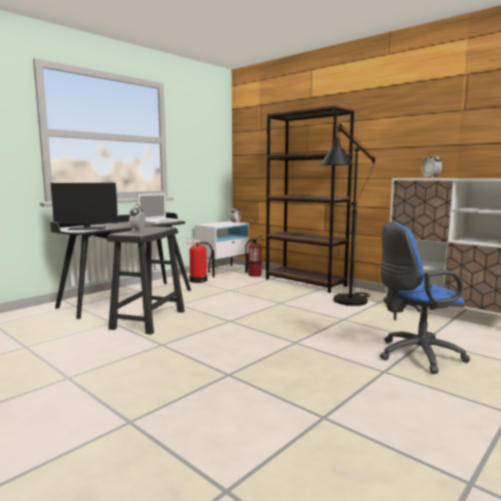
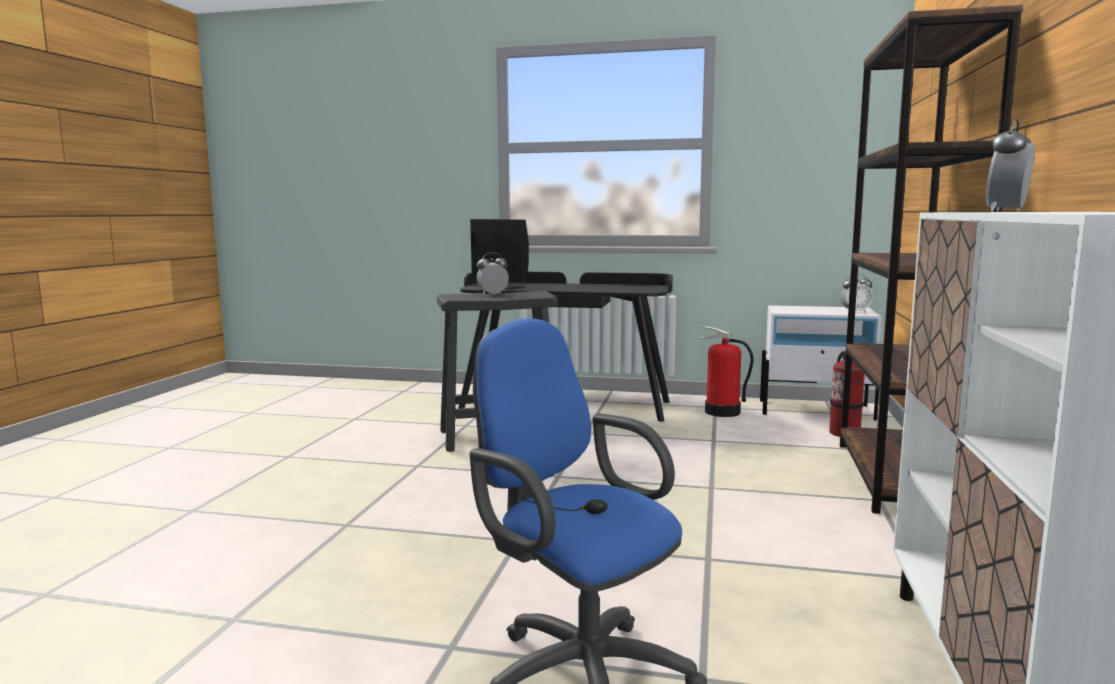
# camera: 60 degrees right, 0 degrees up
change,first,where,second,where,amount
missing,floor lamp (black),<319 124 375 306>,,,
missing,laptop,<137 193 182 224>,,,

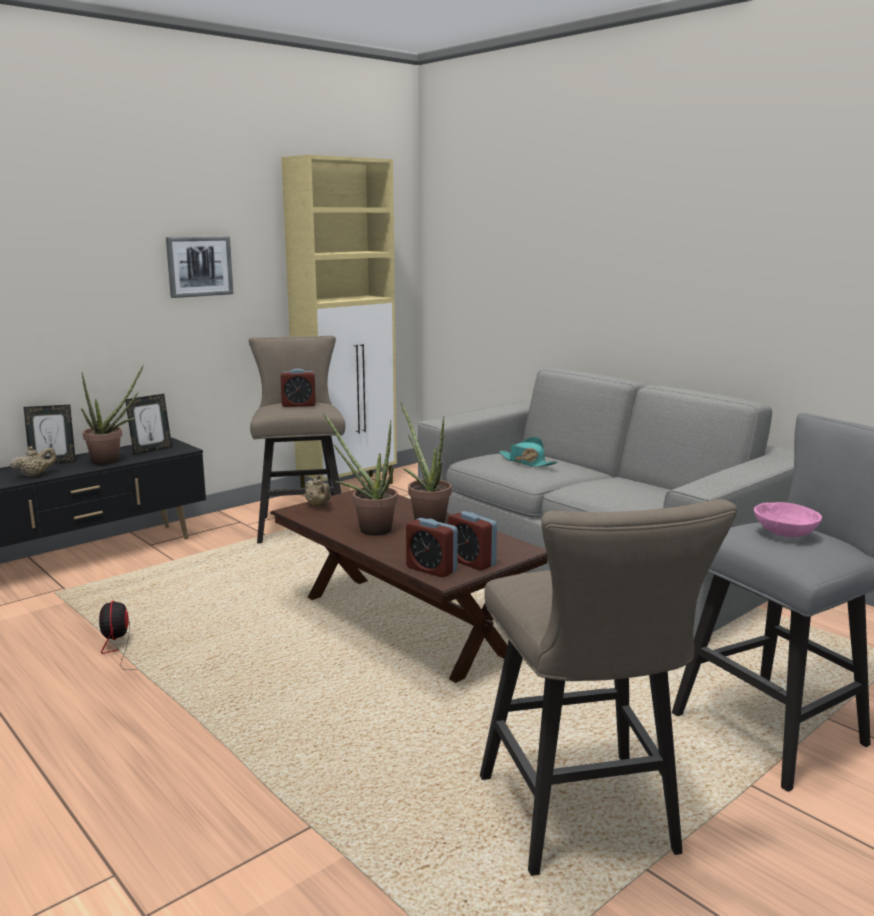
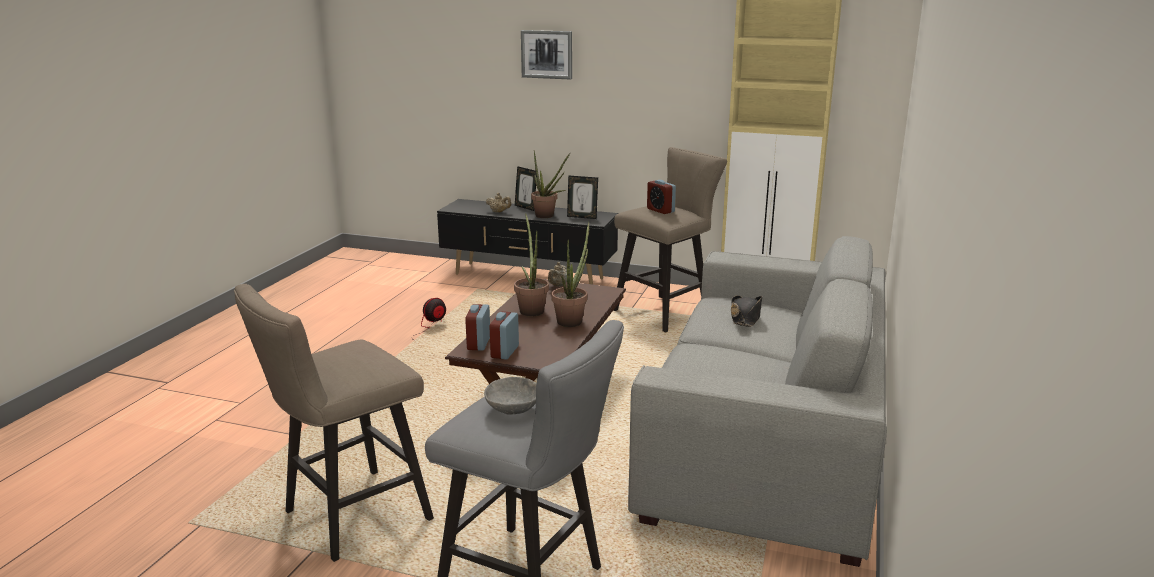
# camera: 60 degrees right, 5 degrees up
change,first,where,second,where,amount
relocated,picture,<166 236 233 298>,,<521 30 572 79>,
colour,hat (turquoise),<499 437 558 467>,hat (black),<731 295 762 327>,
colour,bowl (pink),<754 502 822 537>,bowl (grey),<484 377 537 415>,

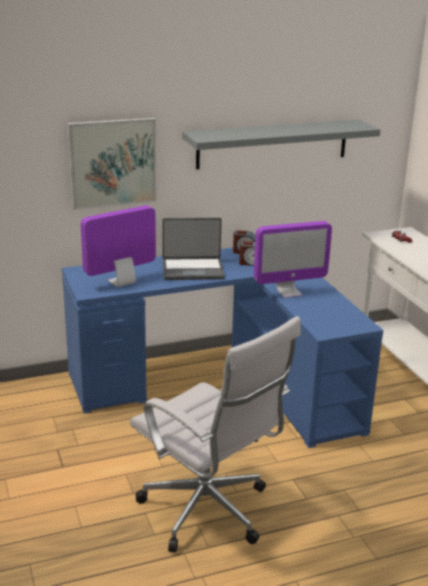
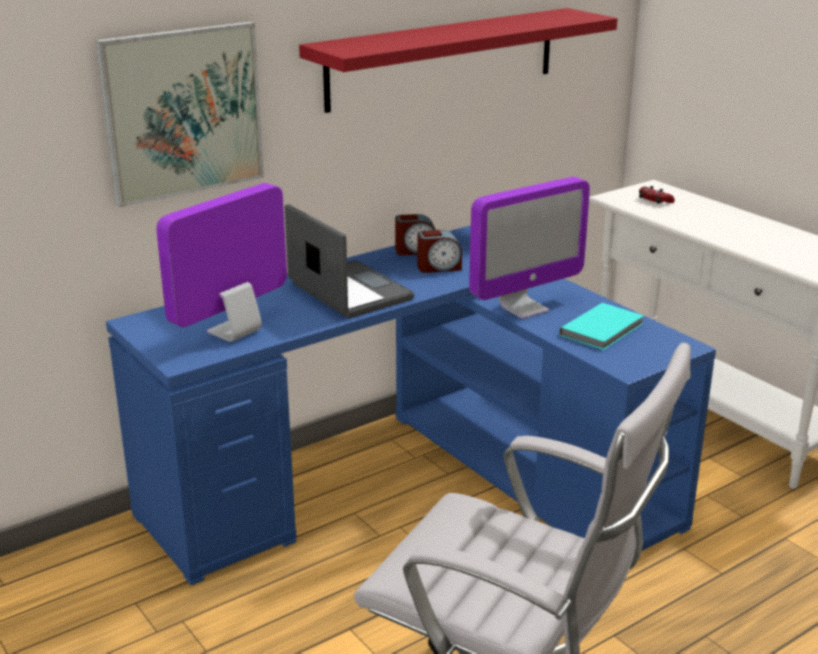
# camera: 15 degrees left, 0 degrees up
change,first,where,second,where,amount
colour,shelf (grey),<182 119 381 169>,shelf (red),<299 8 617 113>,
spun,laptop,<162 218 225 280>,,<285 204 414 318>,105 degrees counterclockwise
appeared,,,book (turquoise),<559 303 644 350>,

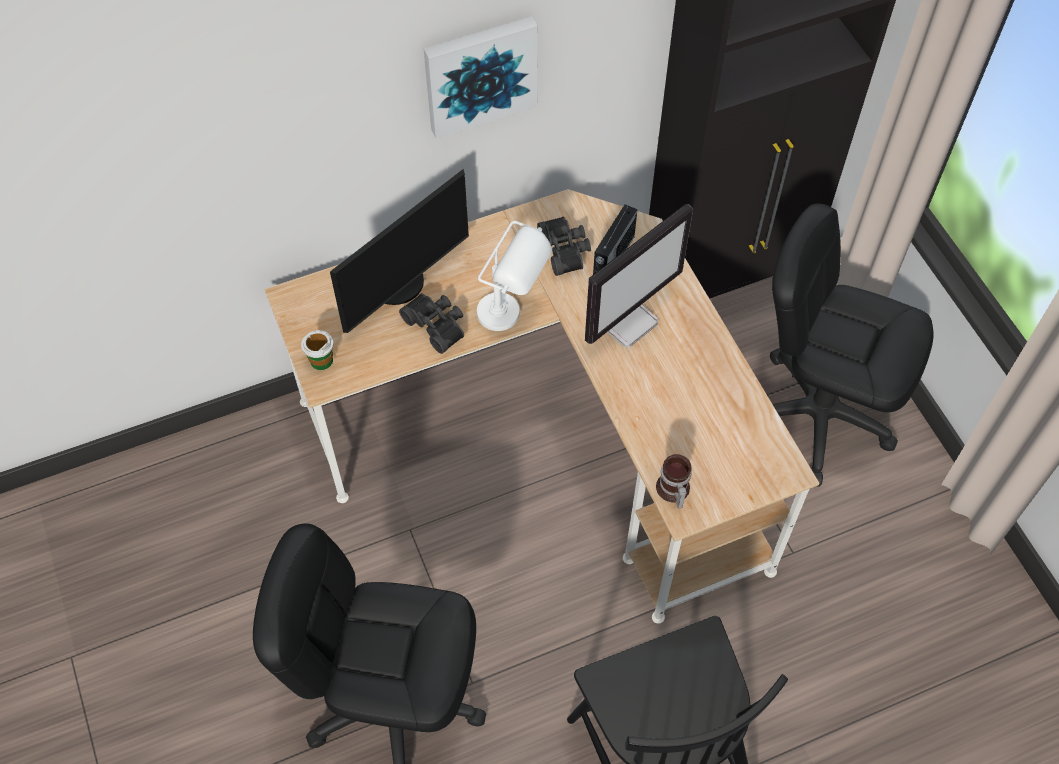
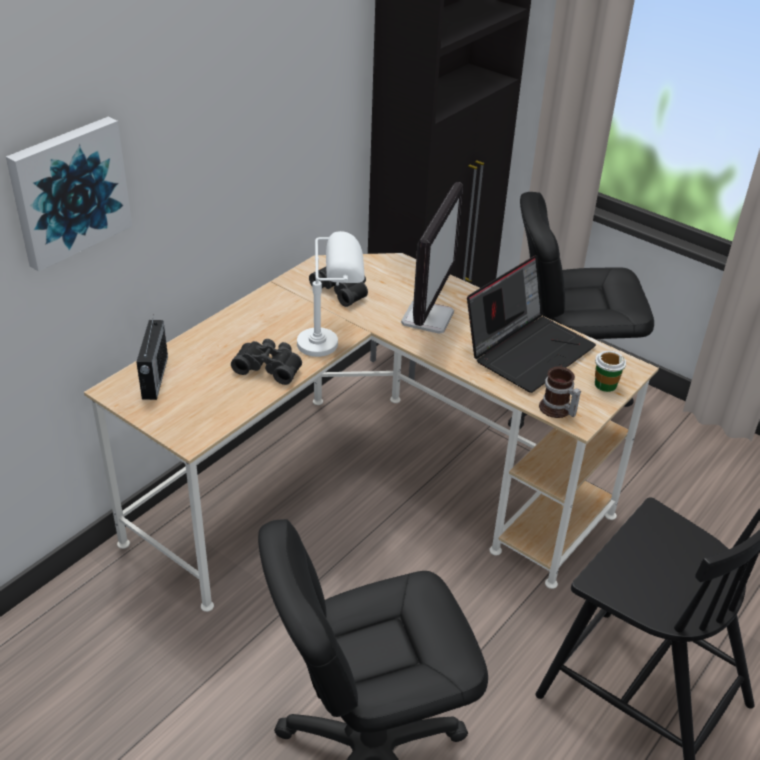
# camera: 30 degrees left, 20 degrees down
change,first,where,second,where,amount
relocated,picture,<424 16 538 138>,,<6 117 132 272>,
missing,monitor,<330 169 469 333>,,,
relocated,radio,<593 204 638 275>,,<136 314 168 400>,
relocated,cup,<301 330 333 370>,,<595 351 627 392>,
appeared,,,laptop,<467 255 596 393>,

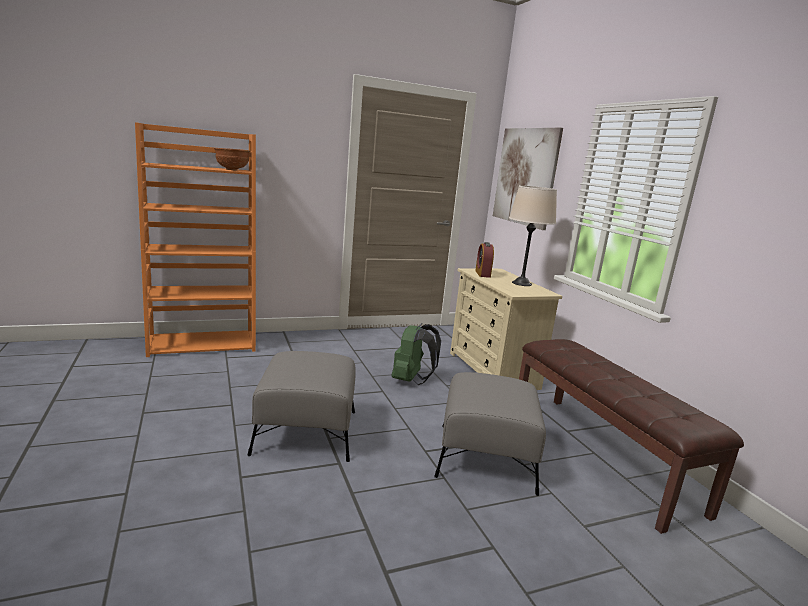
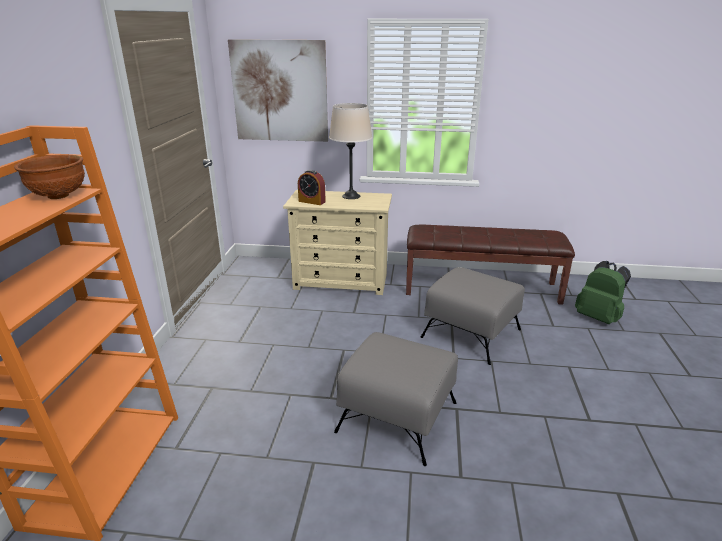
# camera: 60 degrees left, 10 degrees up
change,first,where,second,where,amount
relocated,backpack (green),<392 324 441 385>,,<575 261 631 324>,

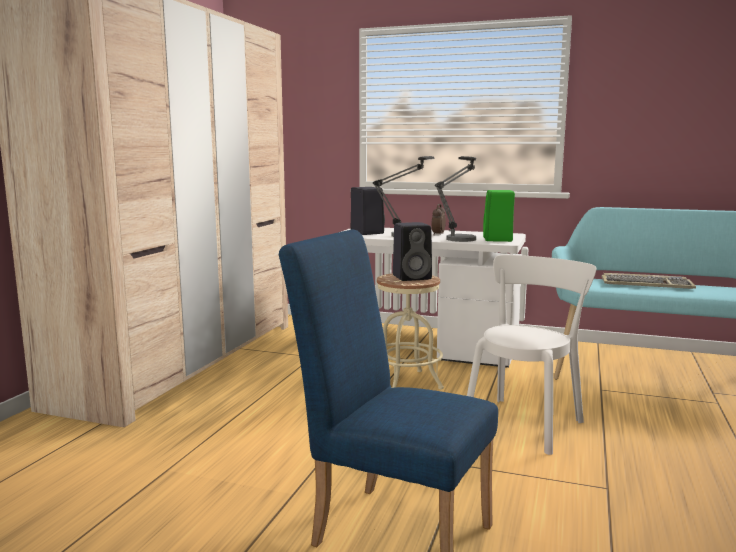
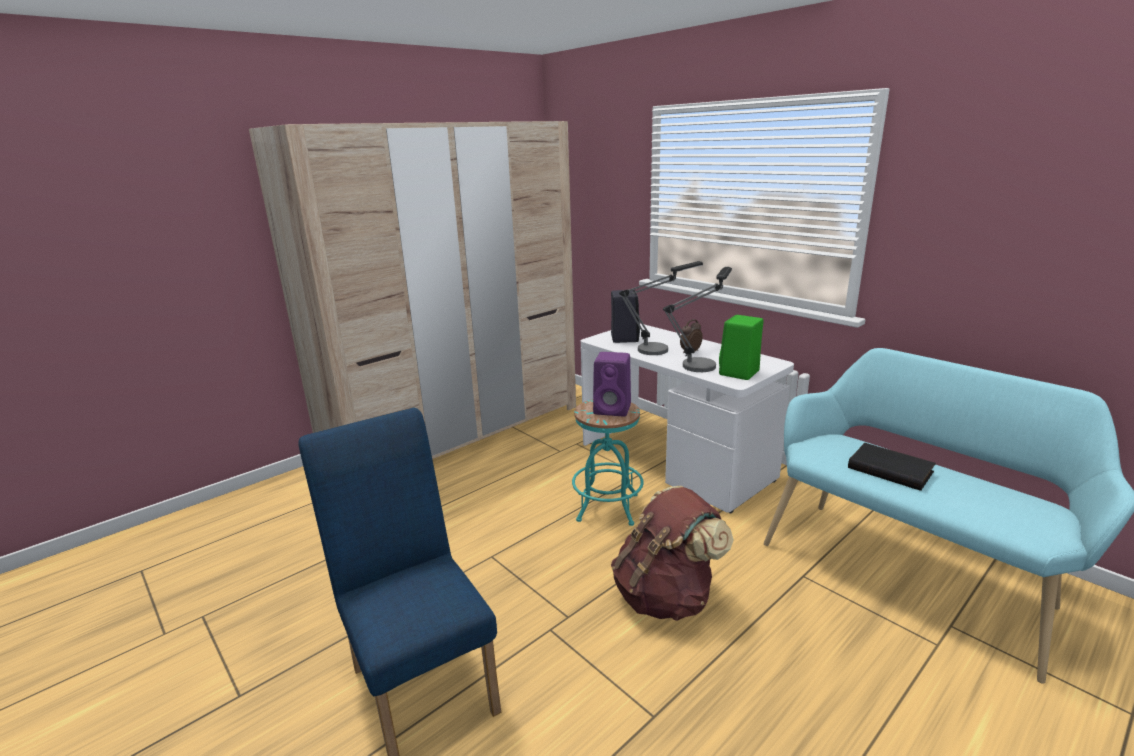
# camera: 30 degrees right, 10 degrees up
change,first,where,second,where,amount
colour,speaker (black),<393 222 432 281>,speaker (purple),<593 352 631 416>,
exchanged,chair (white),<467 255 596 455>,backpack (brown),<611 486 734 621>,
colour,stool (beige),<377 273 444 390>,stool (turquoise),<572 399 644 526>,
exchanged,keyboard,<601 273 696 289>,book (black),<848 443 936 491>,

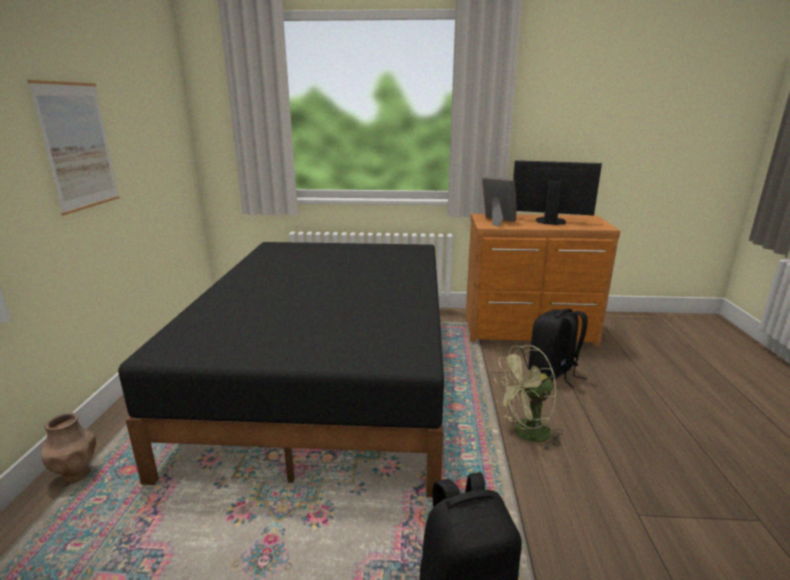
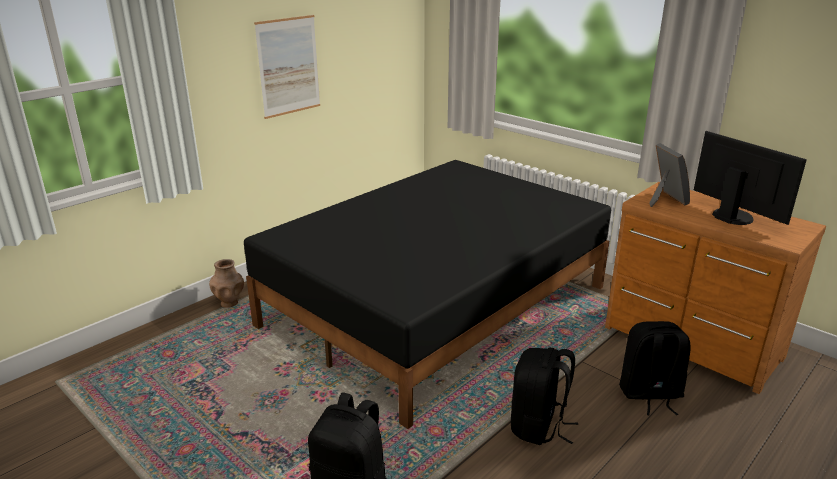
# camera: 40 degrees right, 5 degrees up
change,first,where,second,where,amount
exchanged,fan (green),<494 345 563 450>,backpack (black),<511 347 578 445>,

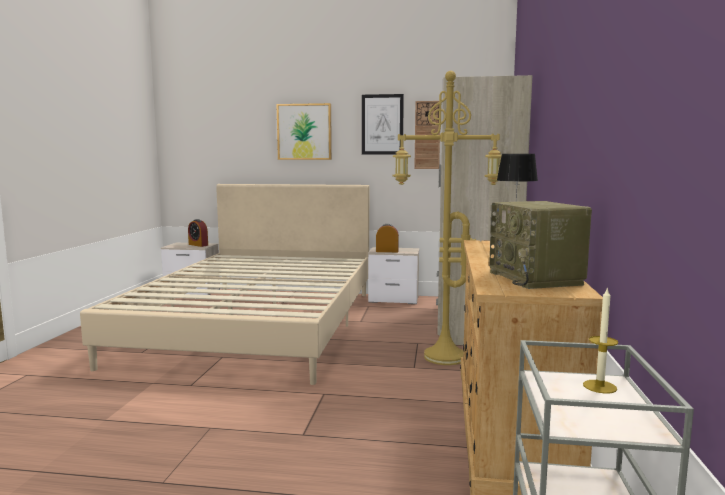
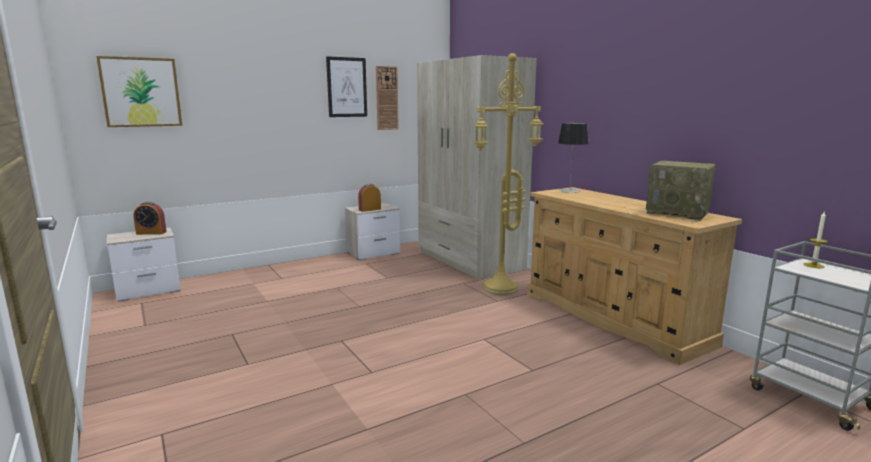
# camera: 40 degrees left, 5 degrees up
change,first,where,second,where,amount
relocated,picture,<276 103 332 160>,,<96 56 182 127>,
missing,bed (beige),<80 184 369 385>,,,

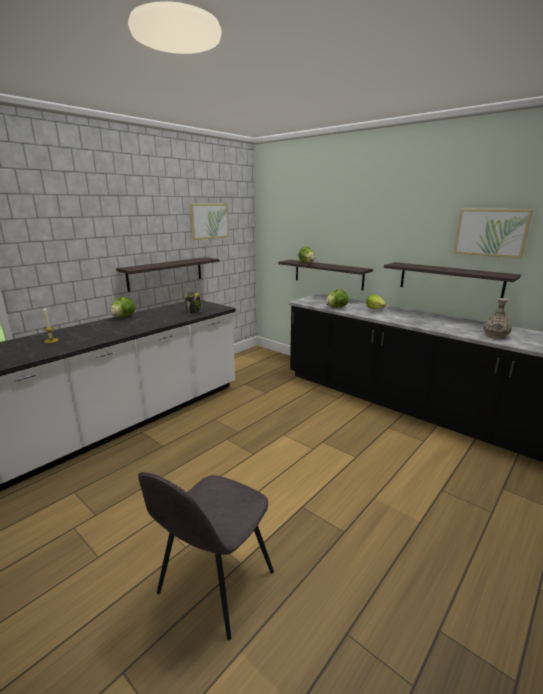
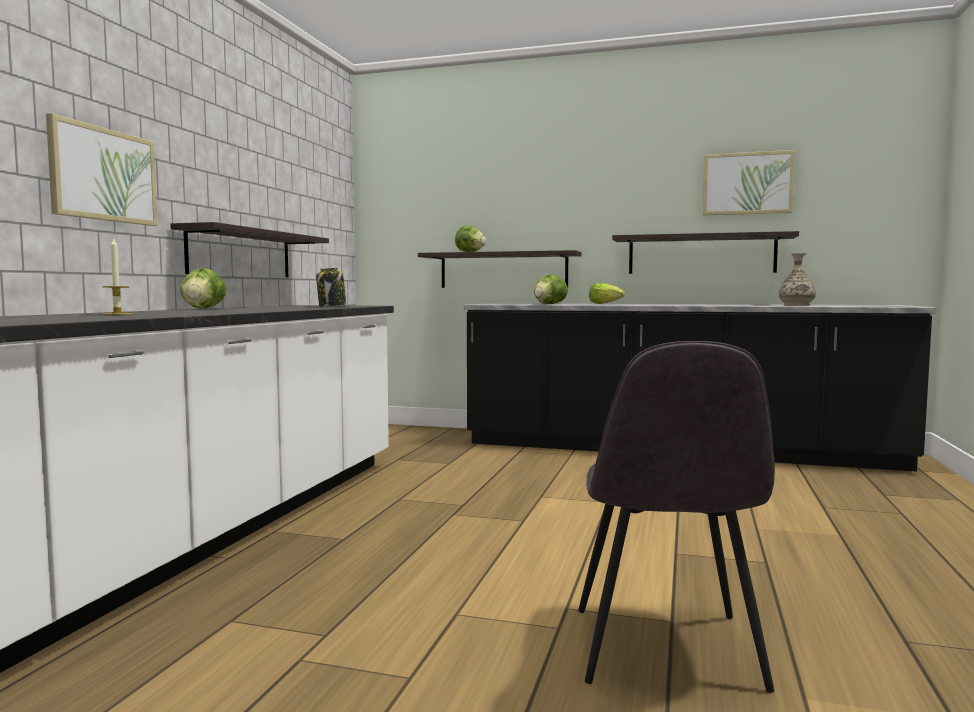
# camera: 25 degrees left, 15 degrees down
change,first,where,second,where,amount
relocated,picture,<189 203 229 240>,,<46 113 157 226>,

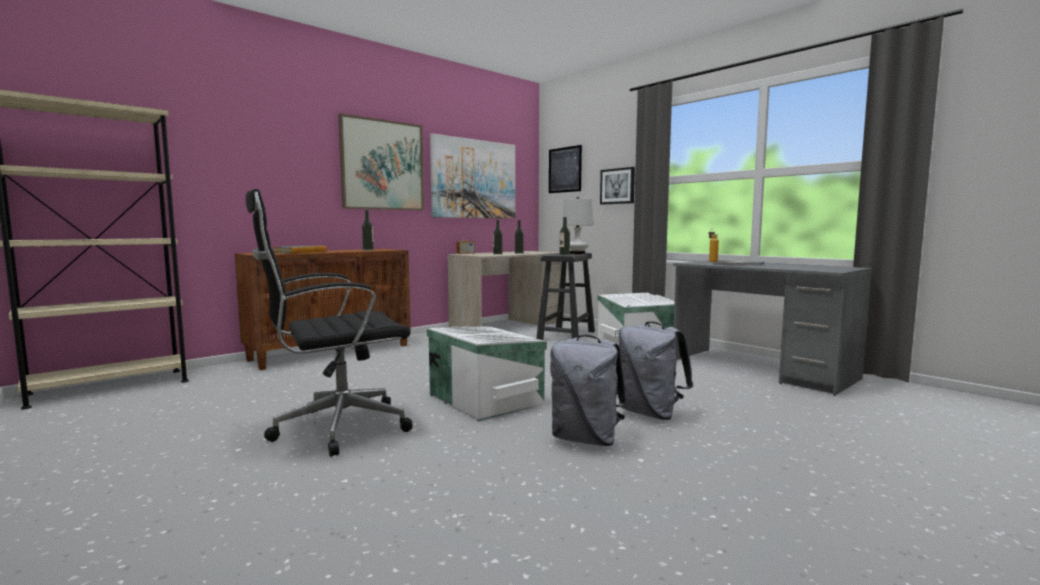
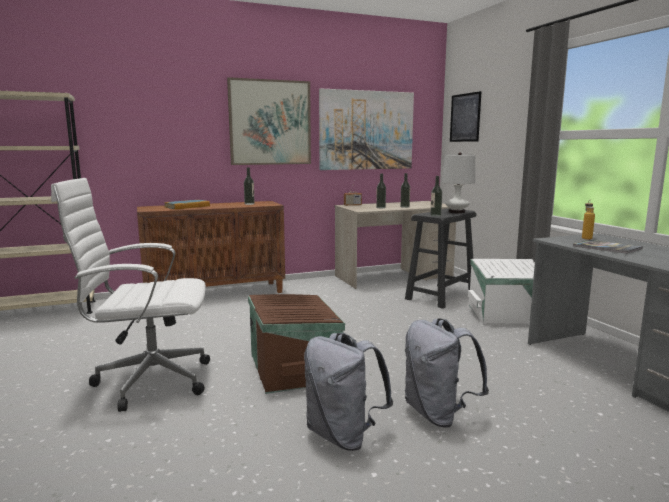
# camera: 20 degrees right, 5 degrees up
change,first,where,second,where,amount
missing,picture,<600 167 635 205>,,,
colour,office chair (black),<245 189 412 457>,office chair (white),<51 178 210 412>,
colour,storage box (white),<427 326 547 421>,storage box (brown),<248 294 345 394>,

